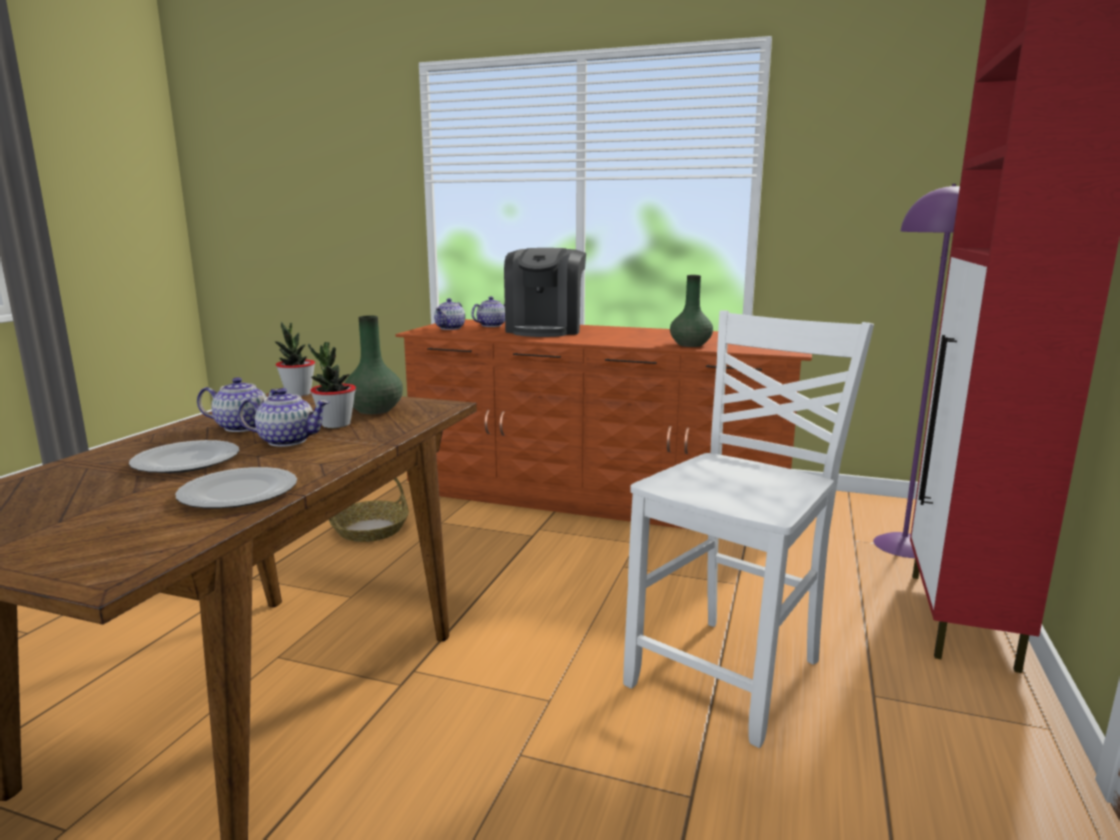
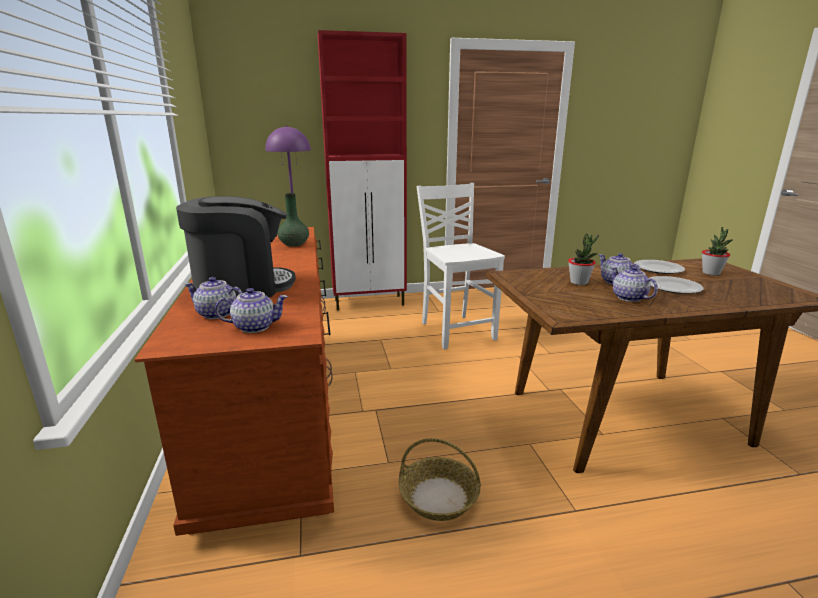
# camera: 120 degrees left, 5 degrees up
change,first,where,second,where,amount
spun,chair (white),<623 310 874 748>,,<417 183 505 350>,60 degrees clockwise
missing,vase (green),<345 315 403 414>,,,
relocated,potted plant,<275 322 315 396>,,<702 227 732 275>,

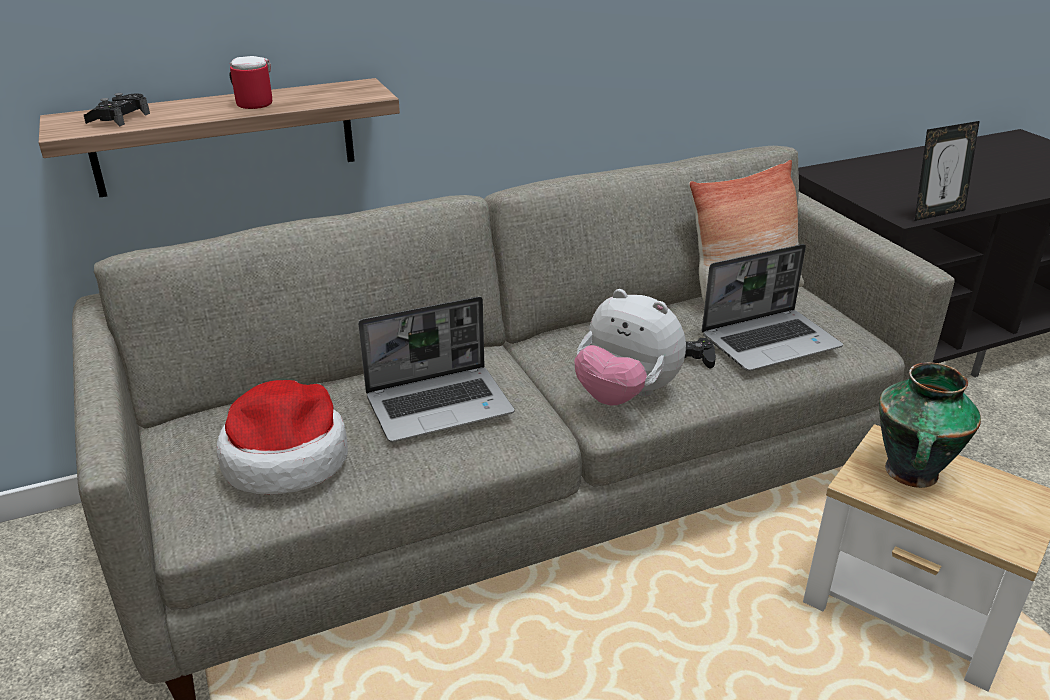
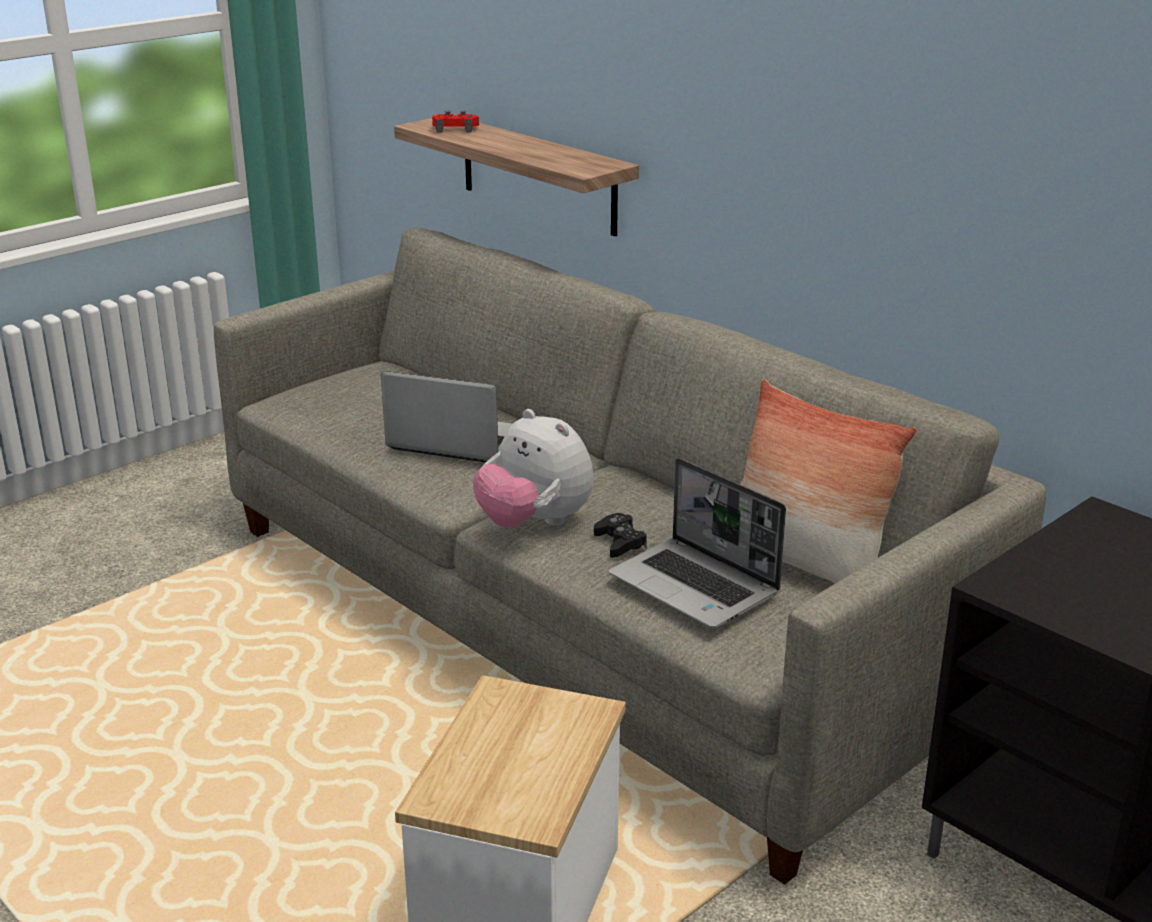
# camera: 70 degrees right, 5 degrees down
change,first,where,second,where,amount
missing,mug,<230 56 272 109>,,,
colour,game controller (black),<84 93 150 127>,game controller (red),<432 111 479 133>,
missing,picture frame,<915 121 980 221>,,,
spun,plush toy,<574 289 686 406>,,<473 409 593 528>,60 degrees counterclockwise
spun,laptop,<358 296 515 442>,,<381 371 513 463>,150 degrees clockwise
missing,vase,<879 362 981 488>,,,
missing,hat,<217 380 348 494>,,,

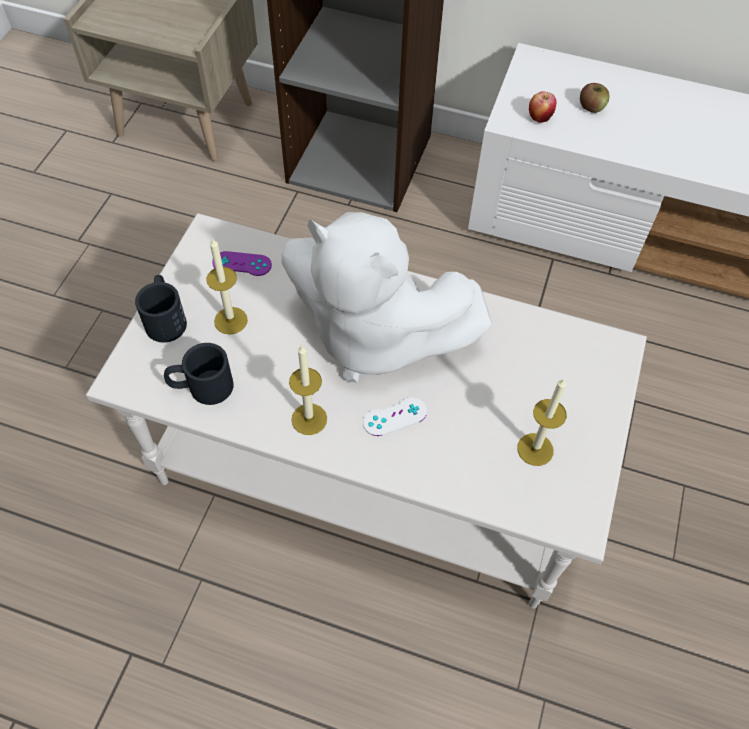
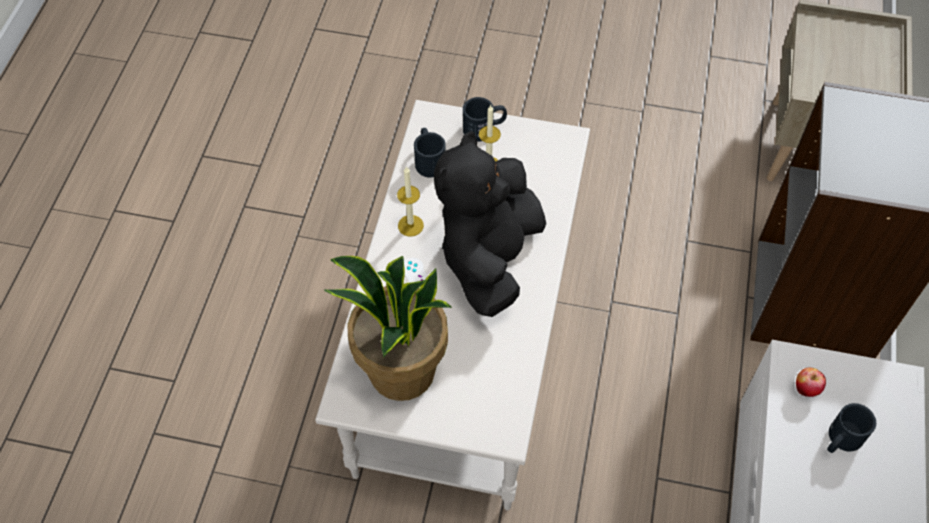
# camera: 85 degrees right, 0 degrees up
change,first,where,second,where,amount
exchanged,apple,<580 83 609 113>,mug (black),<827 403 876 453>,
colour,plush toy (white),<281 212 492 383>,plush toy (black),<434 131 546 317>,
missing,game controller (purple),<212 251 272 276>,,,
exchanged,candle,<517 379 567 466>,potted plant,<324 256 452 401>,

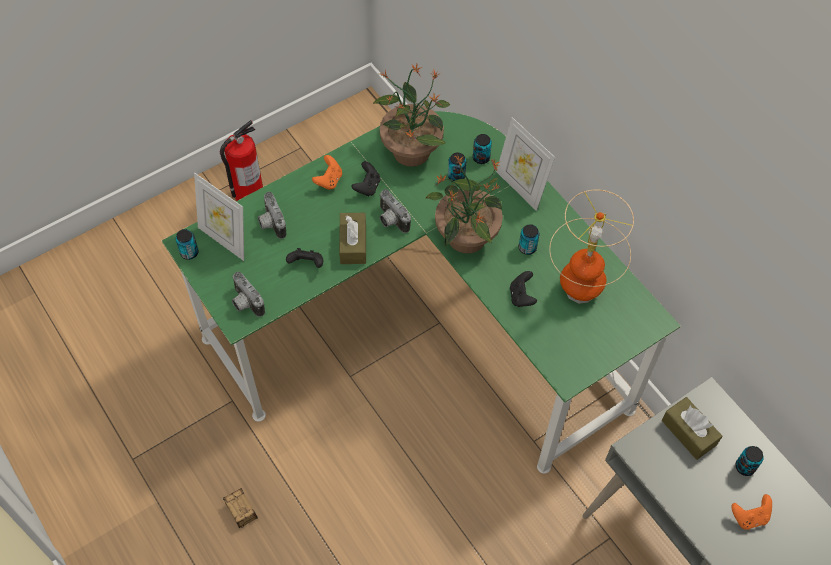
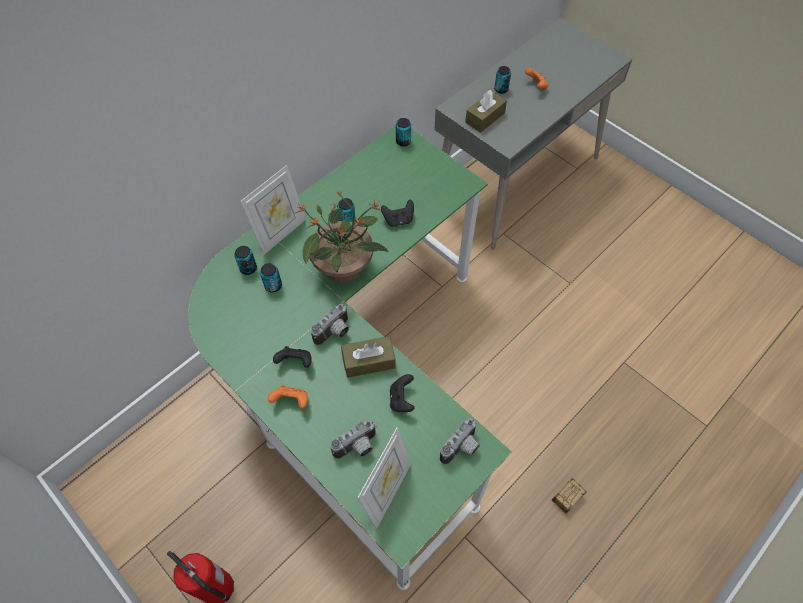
# camera: 100 degrees left, 0 degrees up
change,first,where,second,where,amount
missing,potted plant,<373 64 450 167>,,,
missing,table lamp,<549 189 634 304>,,,
relocated,can,<176 229 199 260>,,<396 118 411 146>,

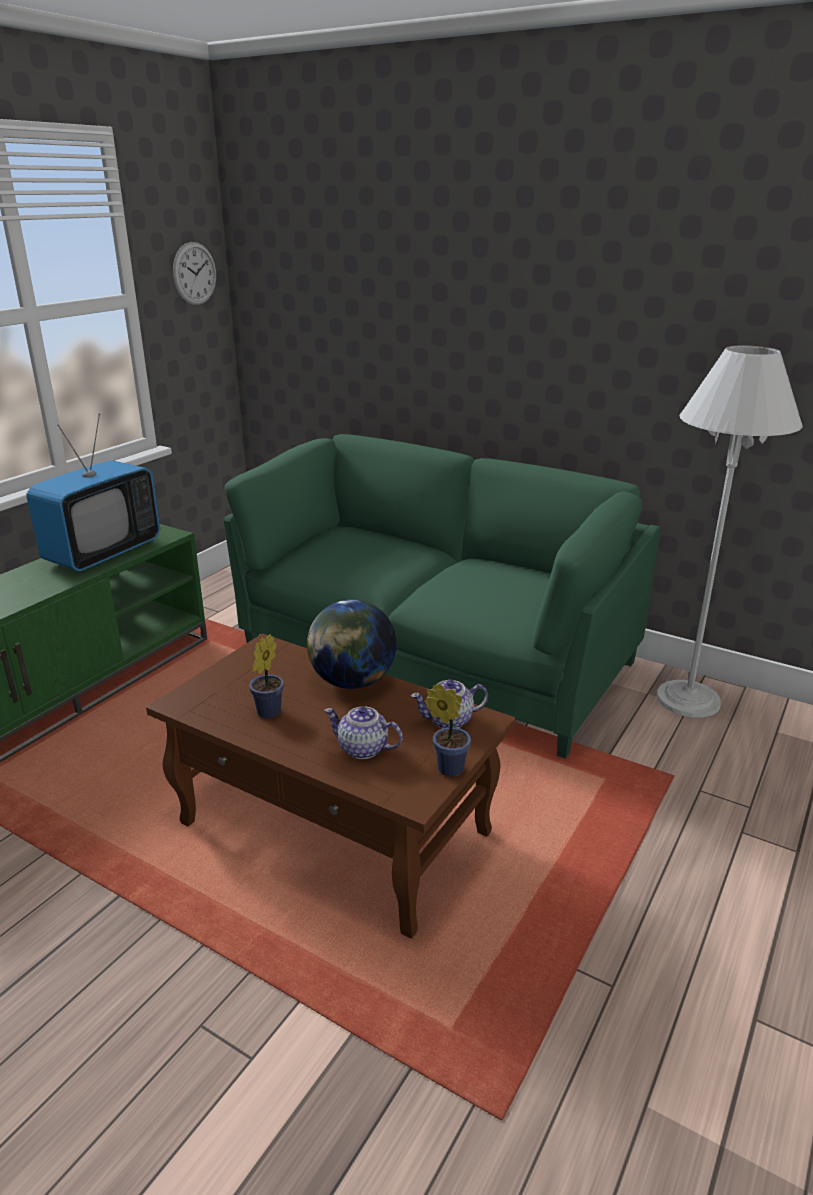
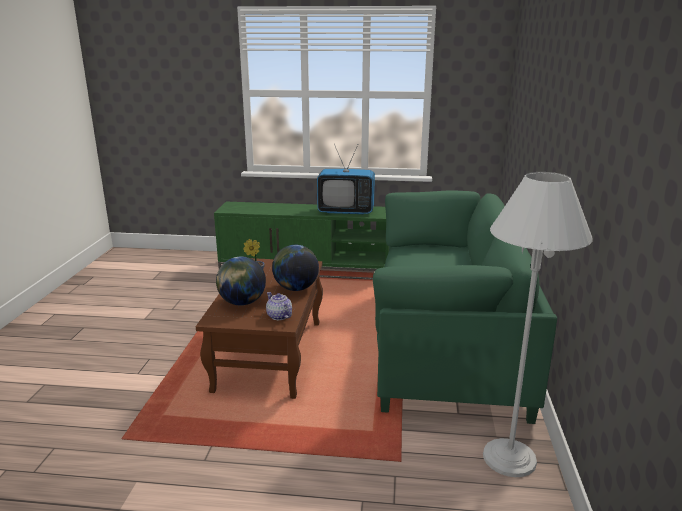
# camera: 65 degrees right, 5 degrees down
change,first,where,second,where,amount
missing,wall clock,<173 242 216 305>,,,
missing,potted plant,<424 684 471 777>,,,
exchanged,teapot,<324 706 403 759>,globe,<216 256 266 306>,

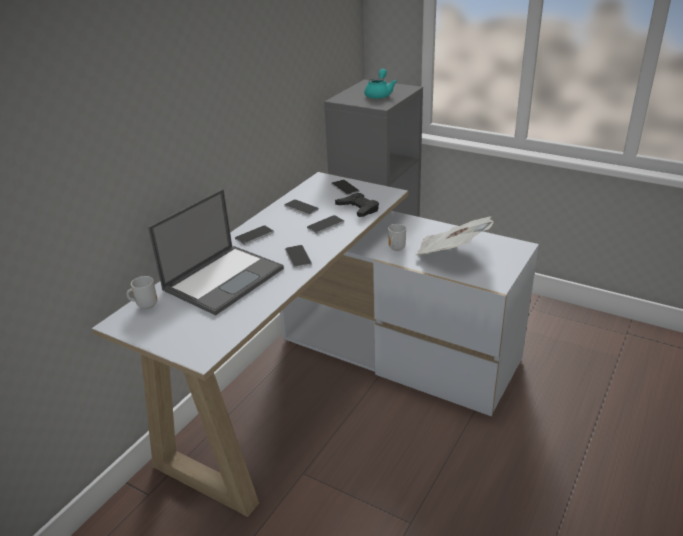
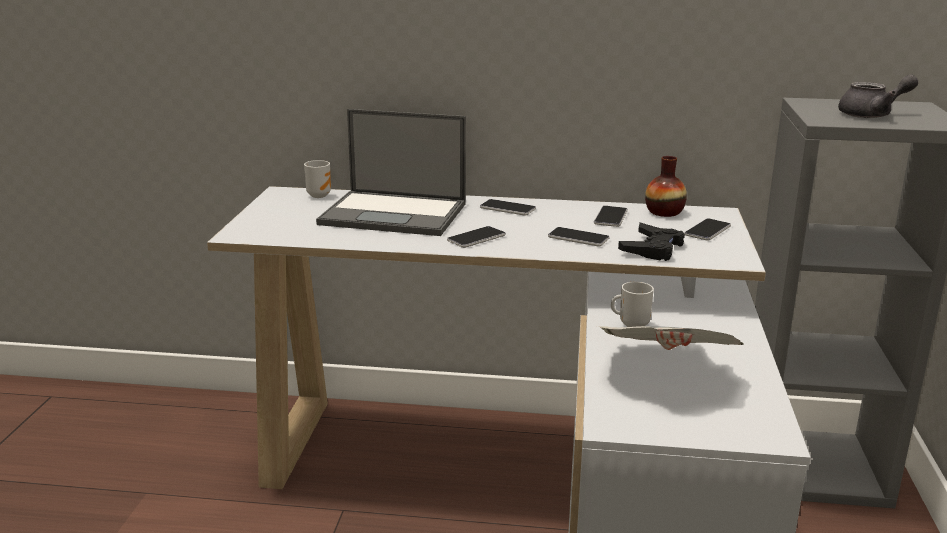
# camera: 65 degrees right, 10 degrees down
change,first,where,second,where,amount
colour,teapot (turquoise),<364 69 397 99>,teapot (grey),<838 74 918 118>,
appeared,,,vase,<645 156 687 217>,

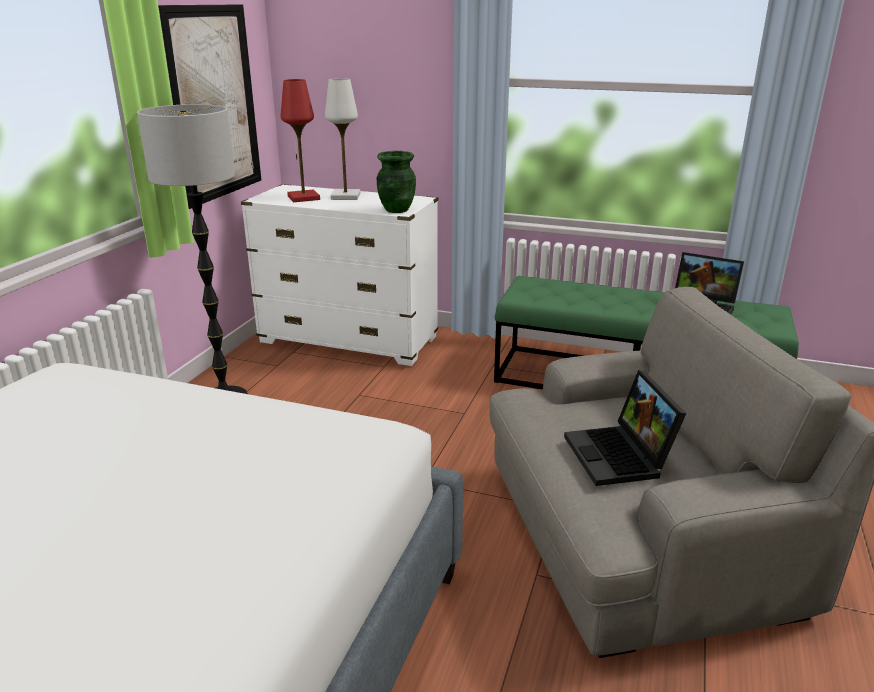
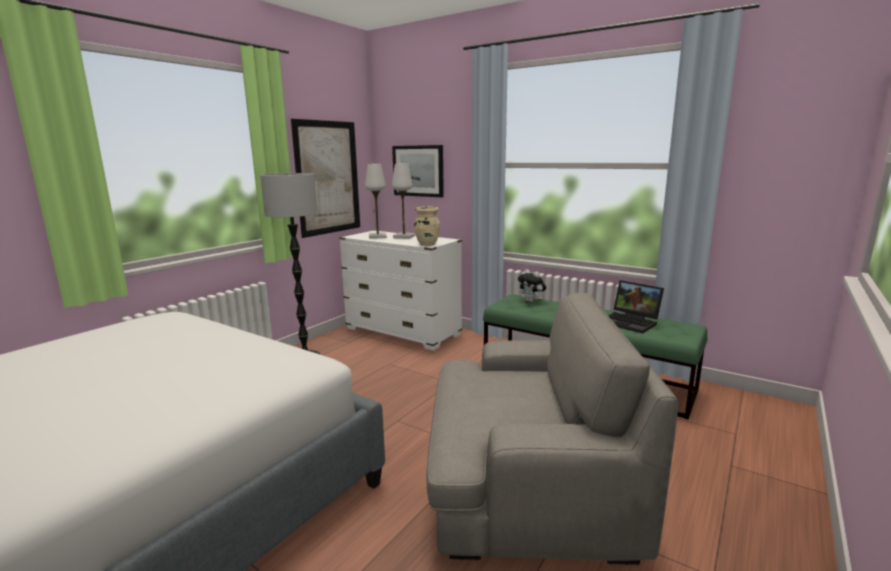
# camera: 15 degrees right, 10 degrees down
change,first,where,second,where,amount
colour,table lamp (red),<281 79 320 202>,table lamp (white),<365 164 387 239>,
colour,vase (green),<377 151 416 213>,vase (beige),<415 207 440 246>,
missing,laptop,<564 370 686 486>,,,
appeared,,,picture,<392 145 444 197>,
appeared,,,plush toy,<518 269 546 302>,

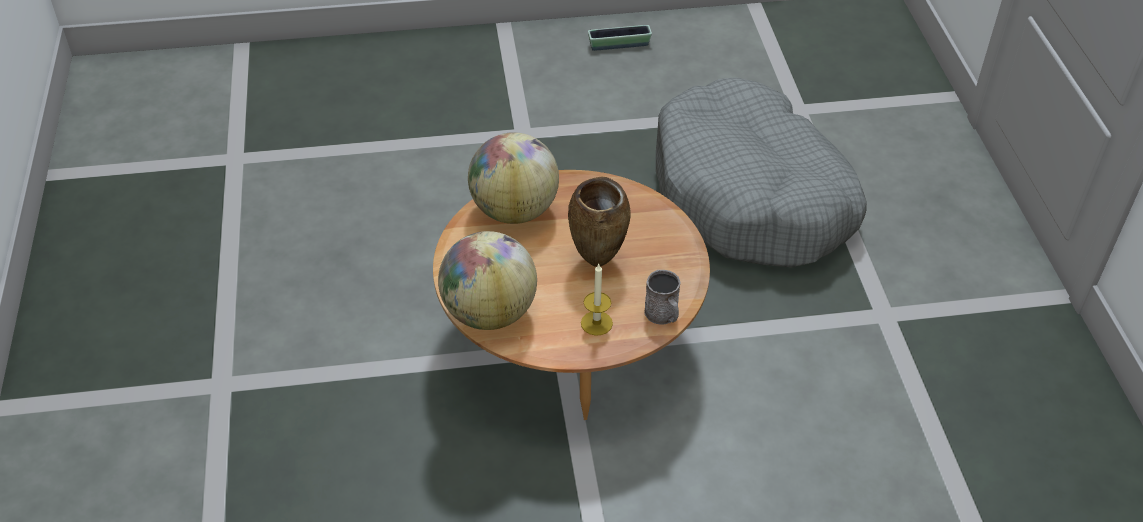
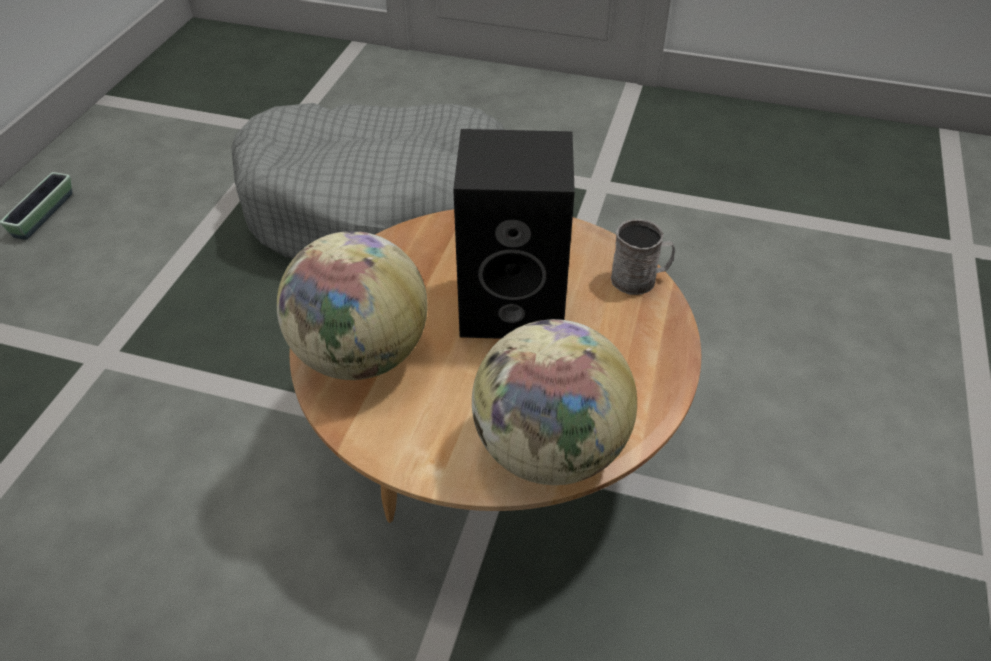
# camera: 65 degrees left, 0 degrees up
change,first,where,second,where,amount
exchanged,vase (brown),<568 177 630 267>,speaker (black),<453 129 575 339>,
missing,candle,<581 264 613 336>,,,

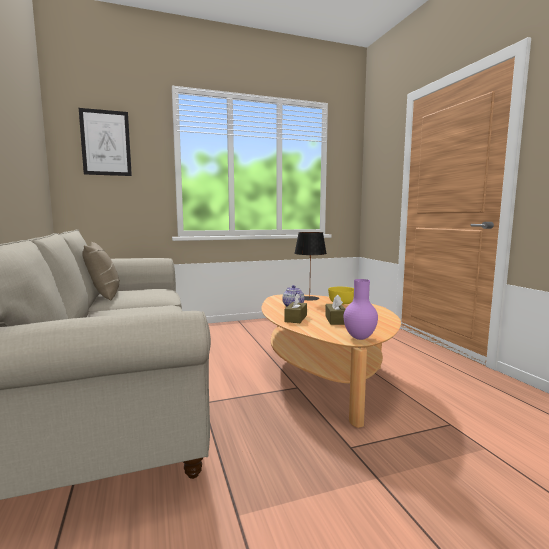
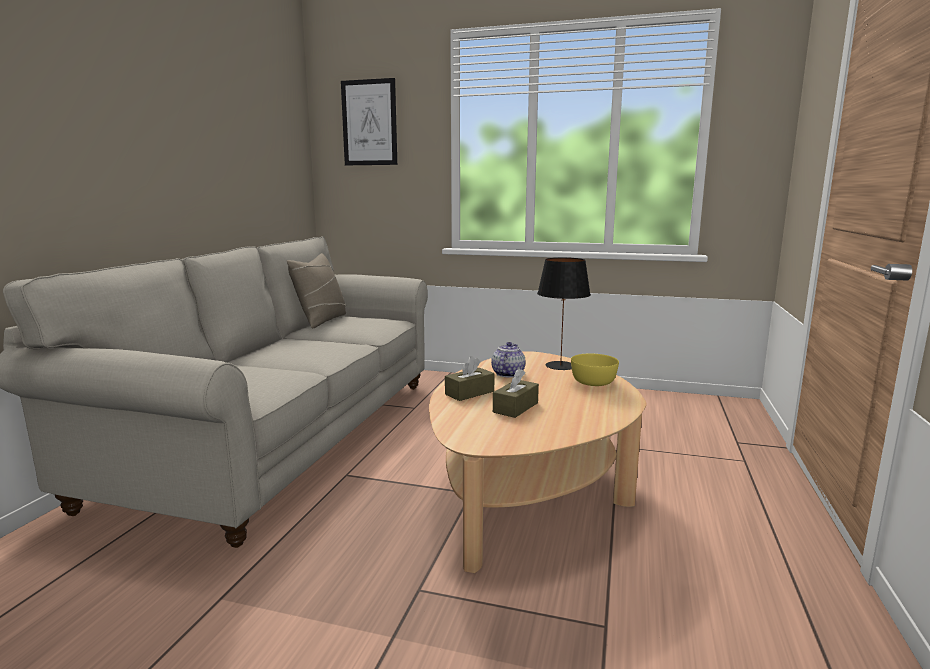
# camera: 35 degrees right, 5 degrees up
change,first,where,second,where,amount
missing,vase (purple),<344 279 378 340>,,,

